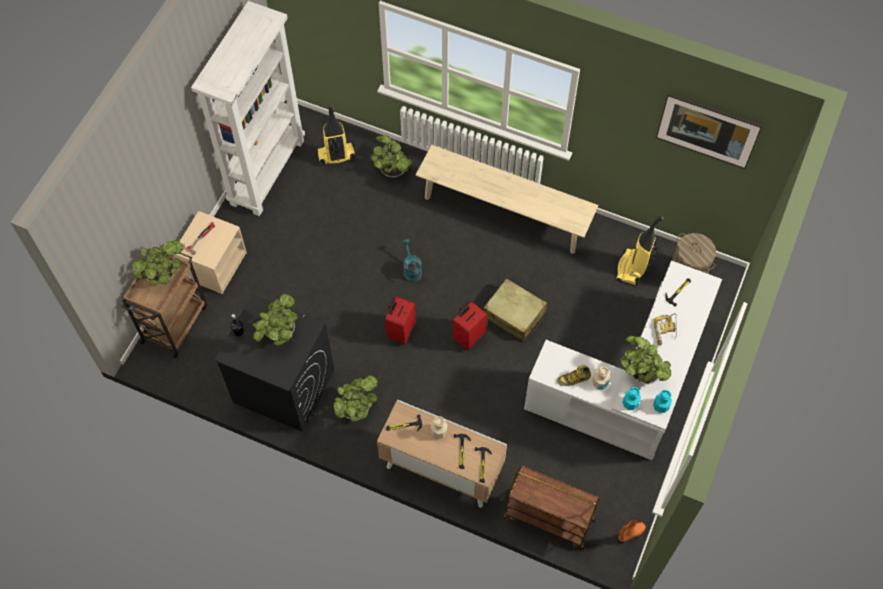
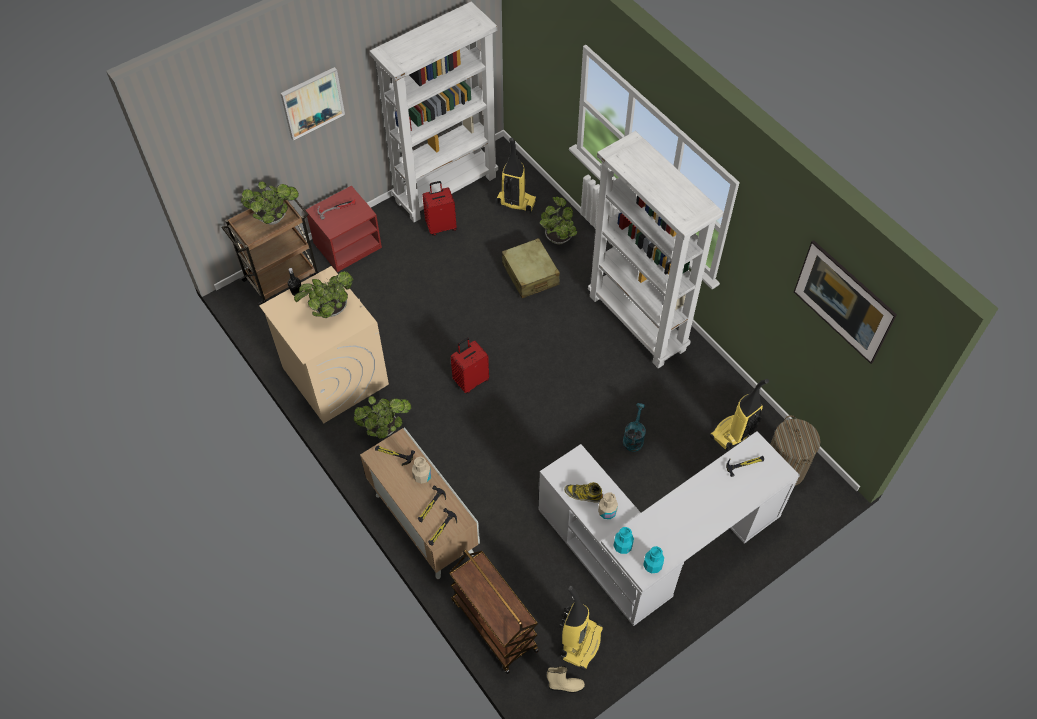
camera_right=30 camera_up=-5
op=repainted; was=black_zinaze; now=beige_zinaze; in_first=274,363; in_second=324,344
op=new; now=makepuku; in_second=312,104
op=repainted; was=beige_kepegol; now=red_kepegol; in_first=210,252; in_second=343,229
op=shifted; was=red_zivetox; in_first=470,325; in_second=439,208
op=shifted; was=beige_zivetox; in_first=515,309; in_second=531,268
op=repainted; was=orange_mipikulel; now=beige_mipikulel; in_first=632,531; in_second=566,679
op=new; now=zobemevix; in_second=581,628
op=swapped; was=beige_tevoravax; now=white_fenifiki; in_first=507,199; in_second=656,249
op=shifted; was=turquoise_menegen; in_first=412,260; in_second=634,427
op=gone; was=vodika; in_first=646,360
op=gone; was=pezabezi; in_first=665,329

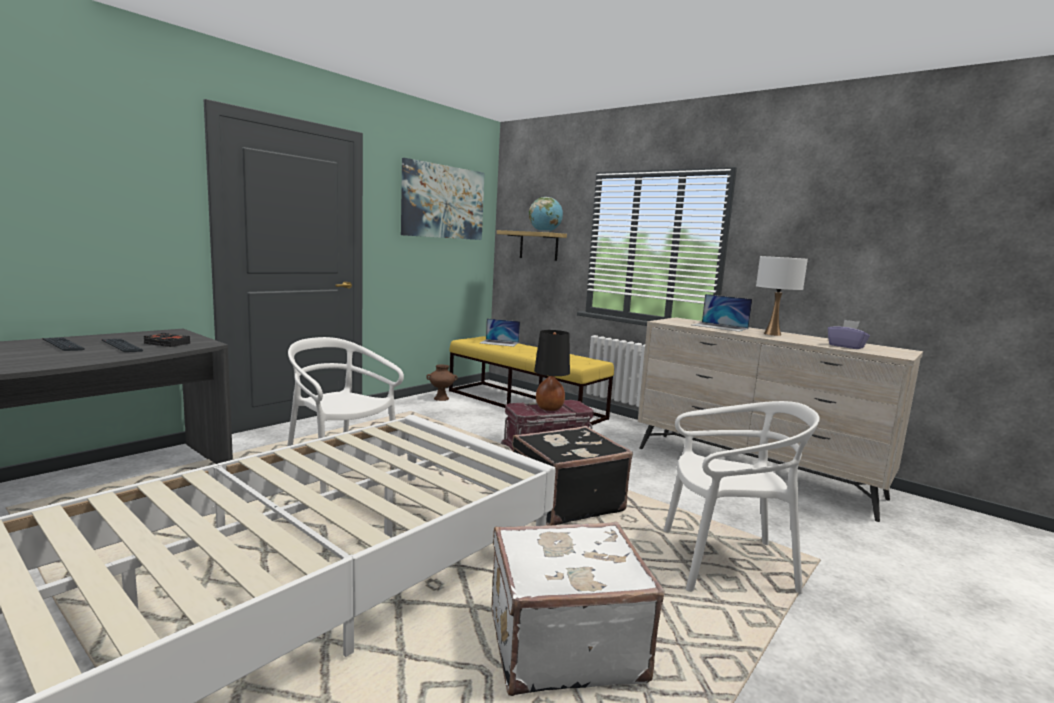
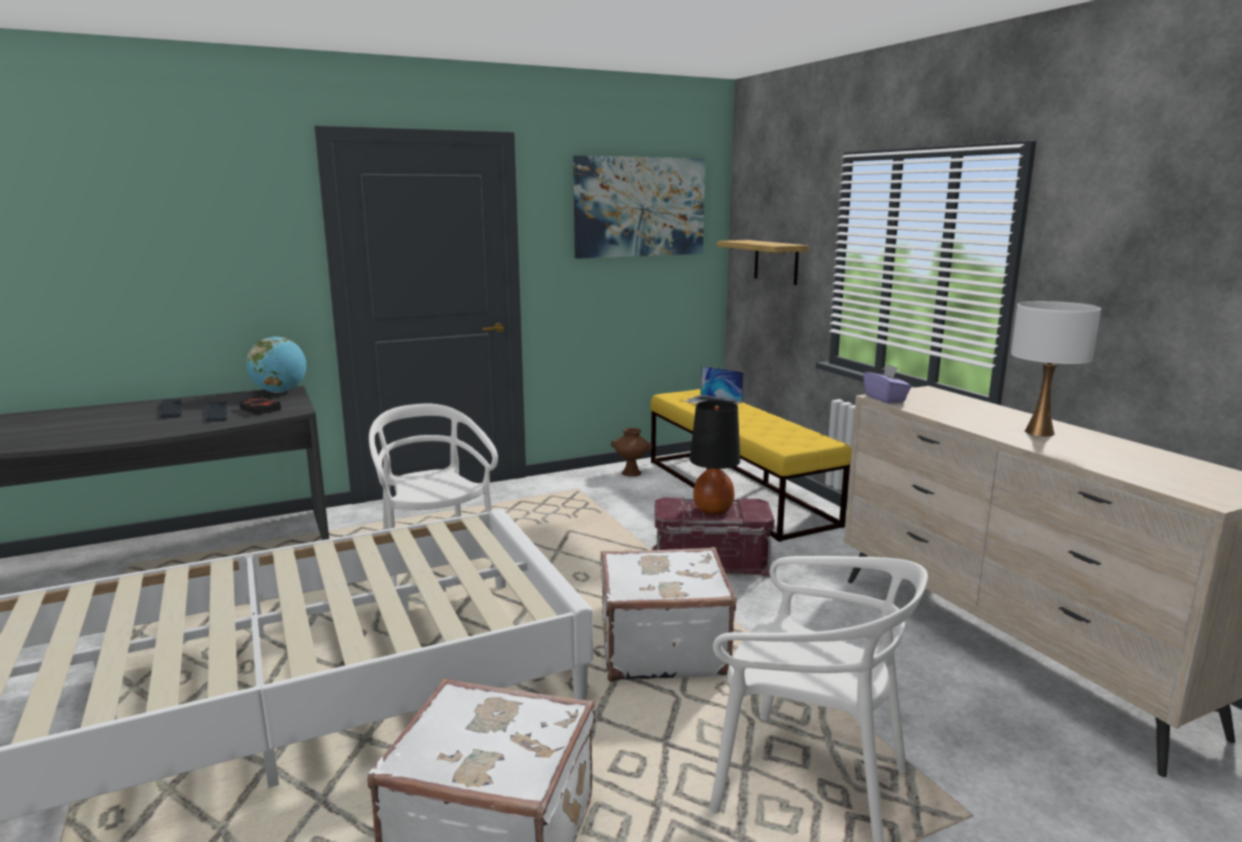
camera_right=25 camera_up=5
op=shifted; was=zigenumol; in_first=546,214; in_second=276,364
op=repainted; was=black_zivetox; now=white_zivetox; in_first=572,475; in_second=669,614
op=shifted; was=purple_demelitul; in_first=849,334; in_second=887,383
op=gone; was=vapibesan; in_first=722,313

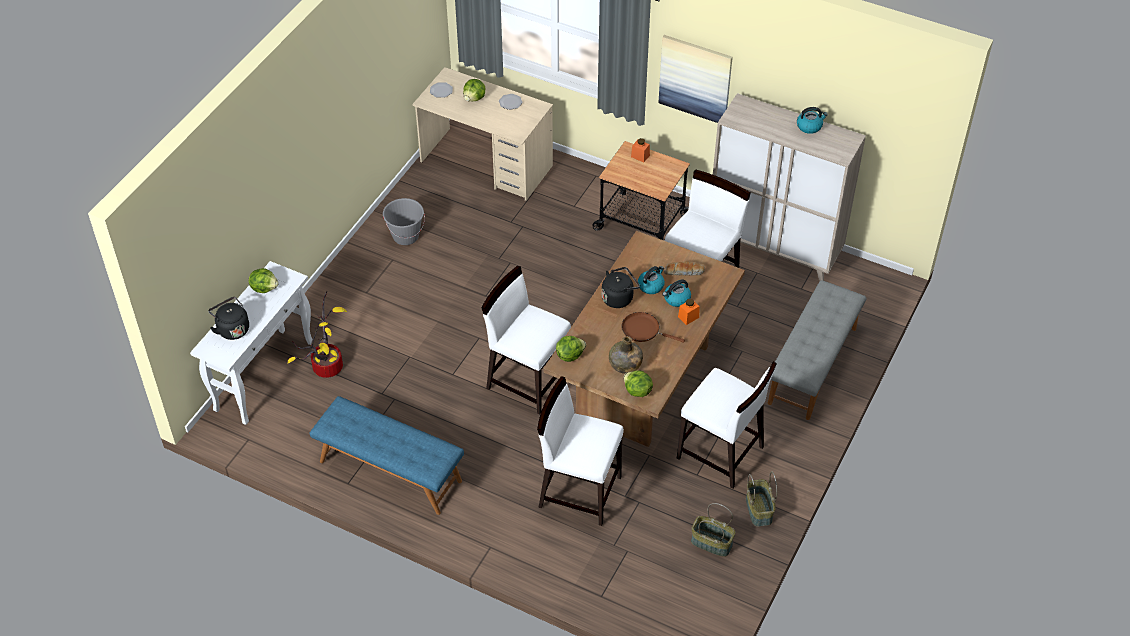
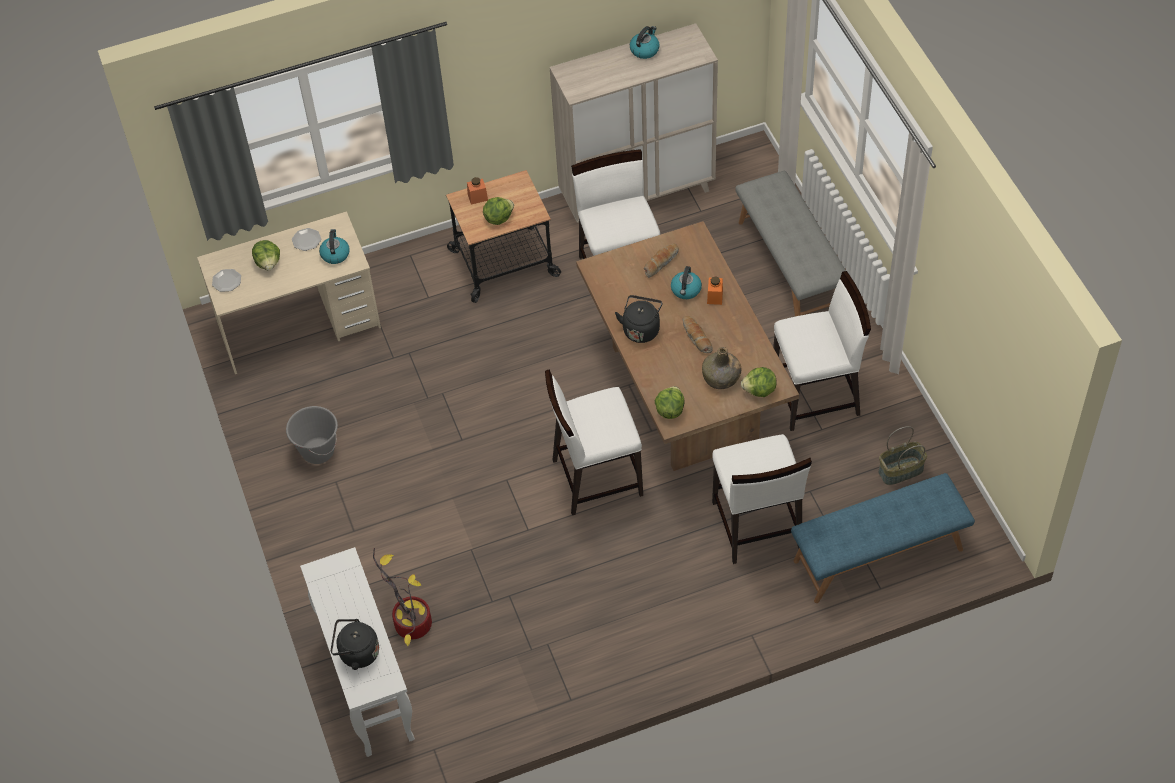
camera_right=-45 camera_up=5
op=shifted; was=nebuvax; in_first=651,280; in_second=334,246
op=shifted; was=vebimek; in_first=263,280; in_second=498,211
op=swapped; was=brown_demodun; now=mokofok; in_first=653,327; in_second=697,334
op=rotated; was=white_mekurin; in_first=580,451; in_second=762,499; clockwise=-75
op=shifted; was=blue_tevoravax; in_first=387,455; in_second=883,538
op=gone; was=makepuku; in_first=696,79
op=gone; was=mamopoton; in_first=761,499

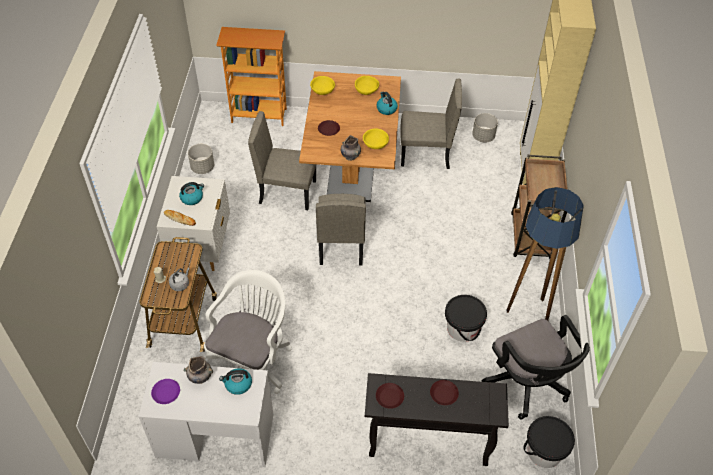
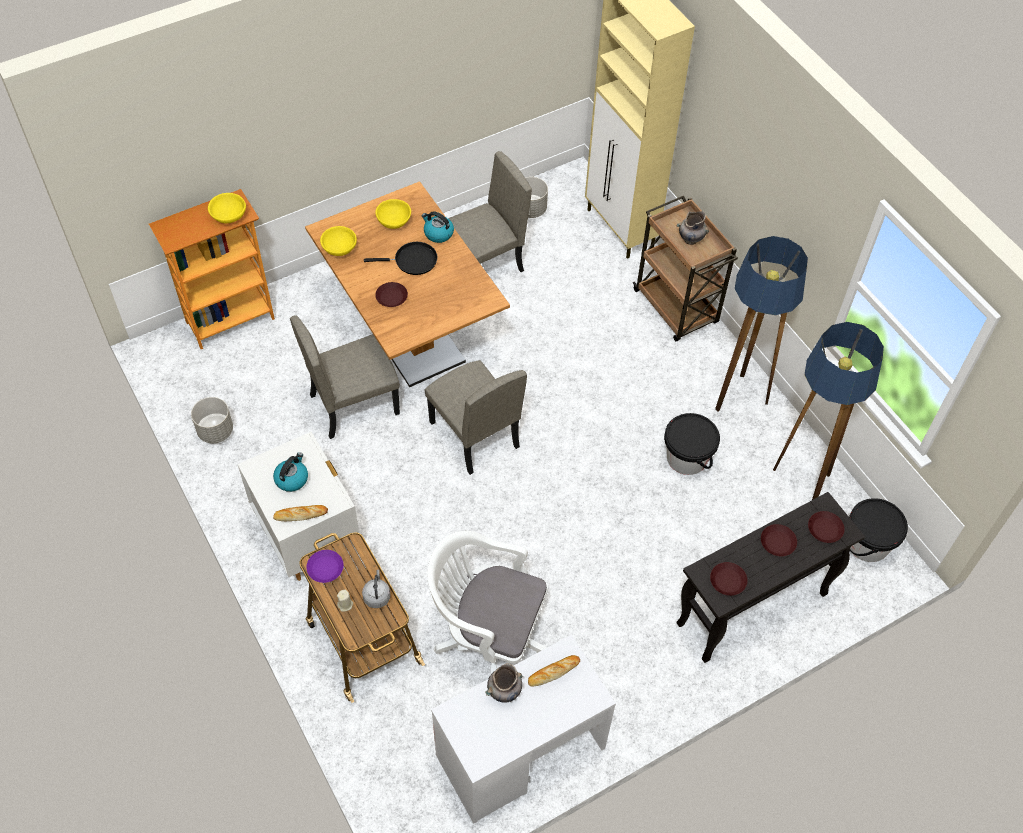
camera_right=-35 camera_up=5
op=shifted; was=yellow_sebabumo; in_first=376,138; in_second=227,208
op=shifted; was=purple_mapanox; in_first=165,391; in_second=325,566
op=new; now=black_demodun; in_second=400,258
op=rotated; was=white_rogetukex; in_first=248,332; in_second=488,602; clockwise=-60
op=swapped; was=nebuvax; now=mokofok; in_first=235,381; in_second=554,670
op=shifted; was=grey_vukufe; in_first=351,148; in_second=692,228
op=swapped; was=black_rogetukex; now=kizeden; in_first=535,367; in_second=828,411
op=new; now=brown_mapanox; in_second=826,527

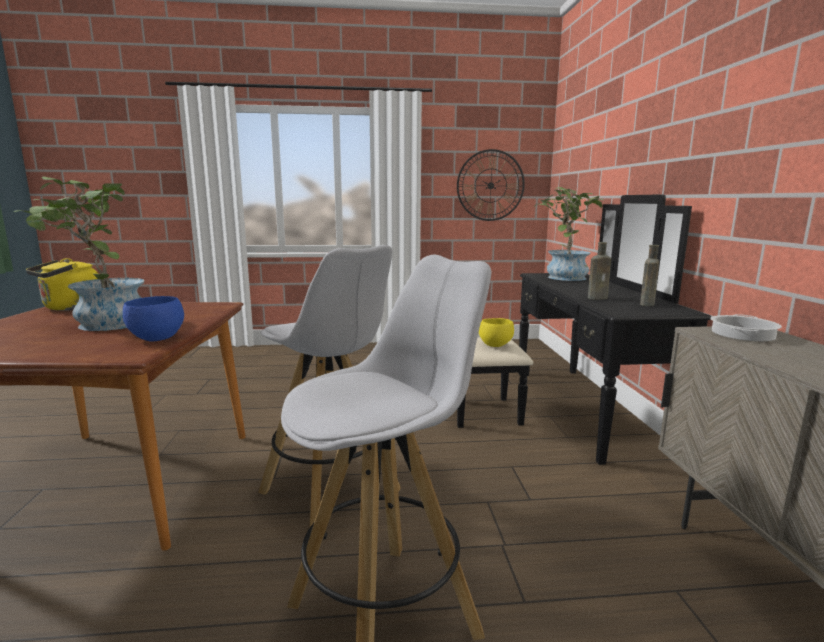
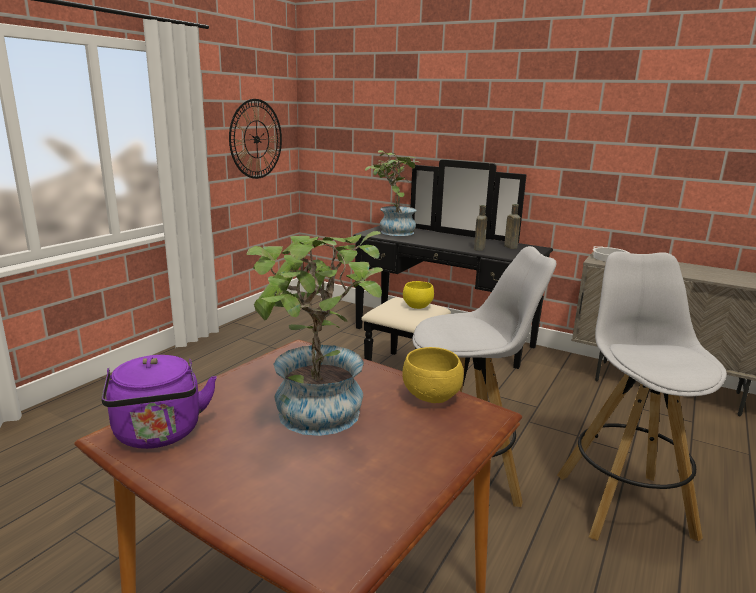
camera_right=-55 camera_up=5
op=repainted; was=yellow_nebuvax; now=purple_nebuvax; in_first=62,284; in_second=159,402
op=repainted; was=blue_sebabumo; now=yellow_sebabumo; in_first=153,319; in_second=433,375

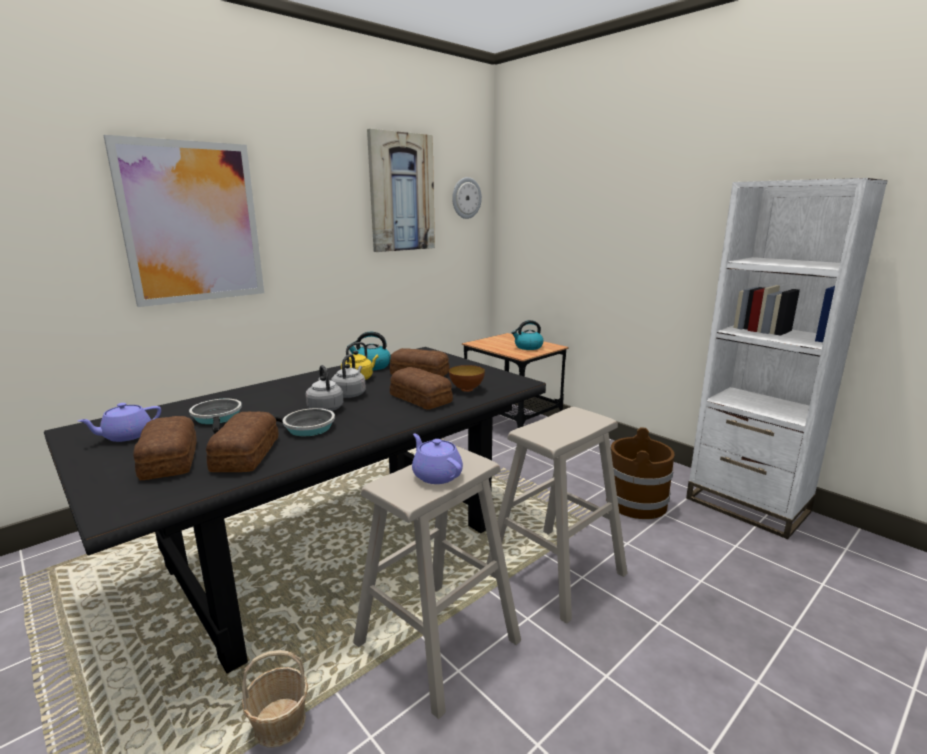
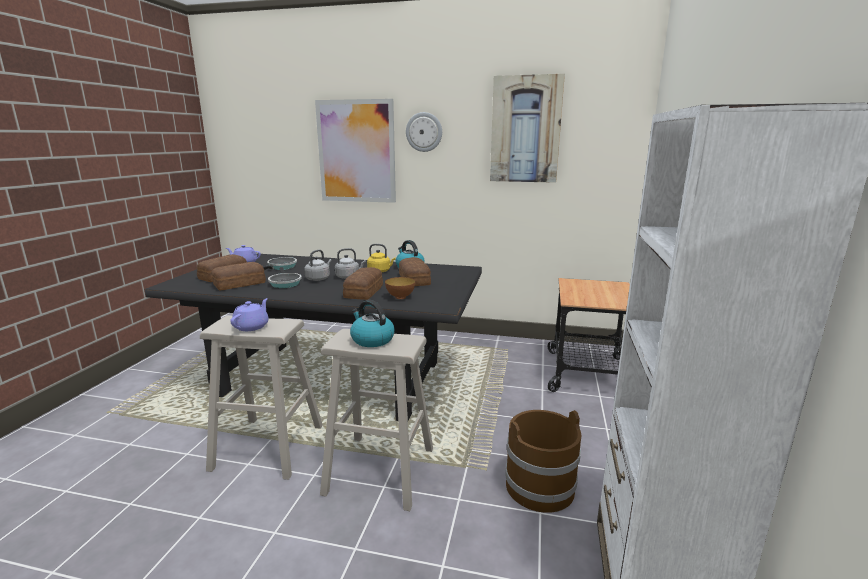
camera_right=55 camera_up=0
op=shifted; was=nebuvax; in_first=527,335; in_second=372,323
op=shifted; was=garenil; in_first=467,198; in_second=424,132
op=gone; was=mamopoton; in_first=275,699

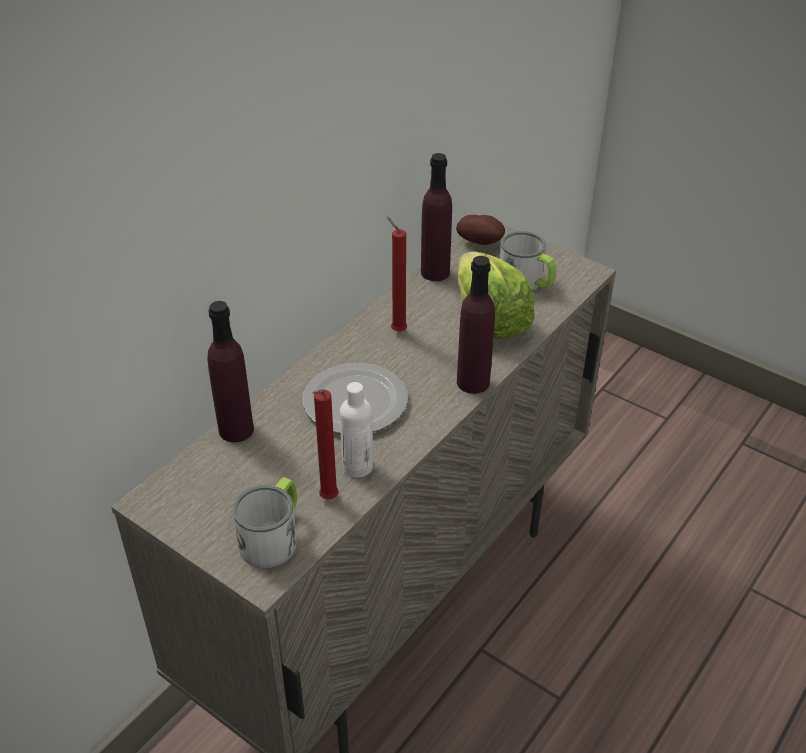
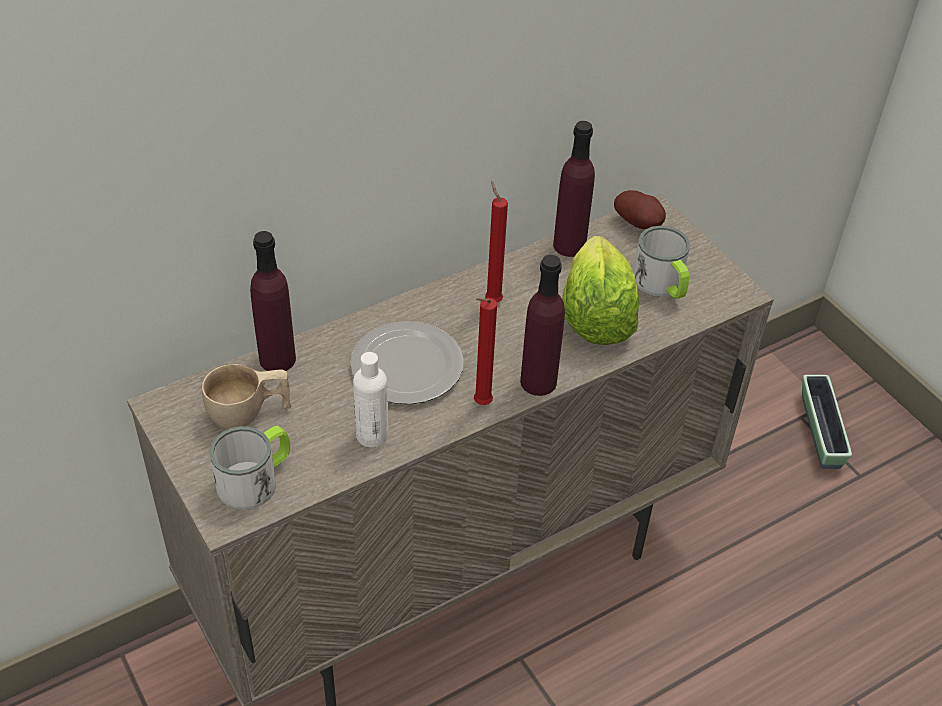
camera_right=20 camera_up=5
op=new; now=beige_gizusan; in_second=247,397
op=shifted; was=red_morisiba; in_first=325,444; in_second=485,351
op=new; now=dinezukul; in_second=827,422

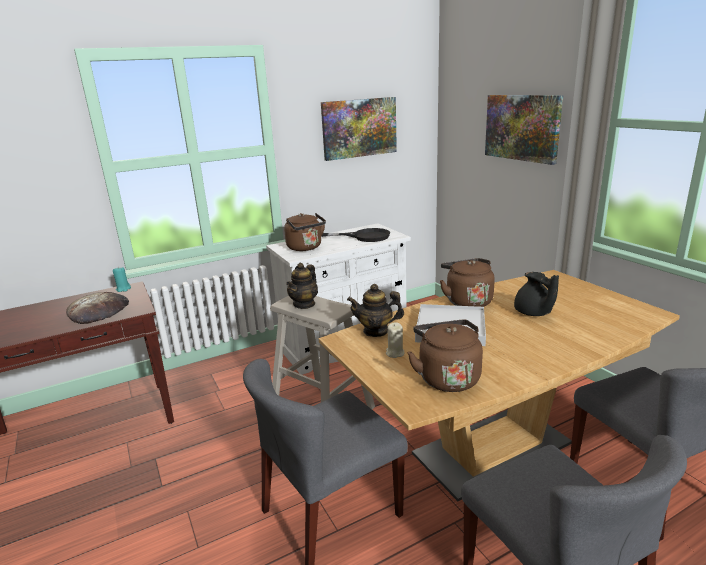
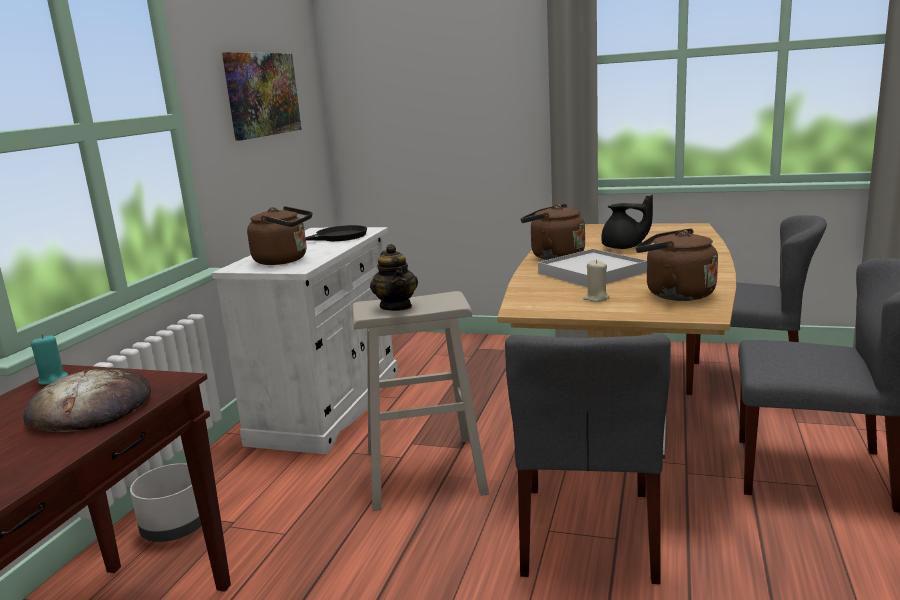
camera_right=-45 camera_up=-5
op=new; now=grey_dinezukul; in_second=165,502
op=gone; was=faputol; in_first=375,310
op=gone; was=makepuku; in_first=524,130

